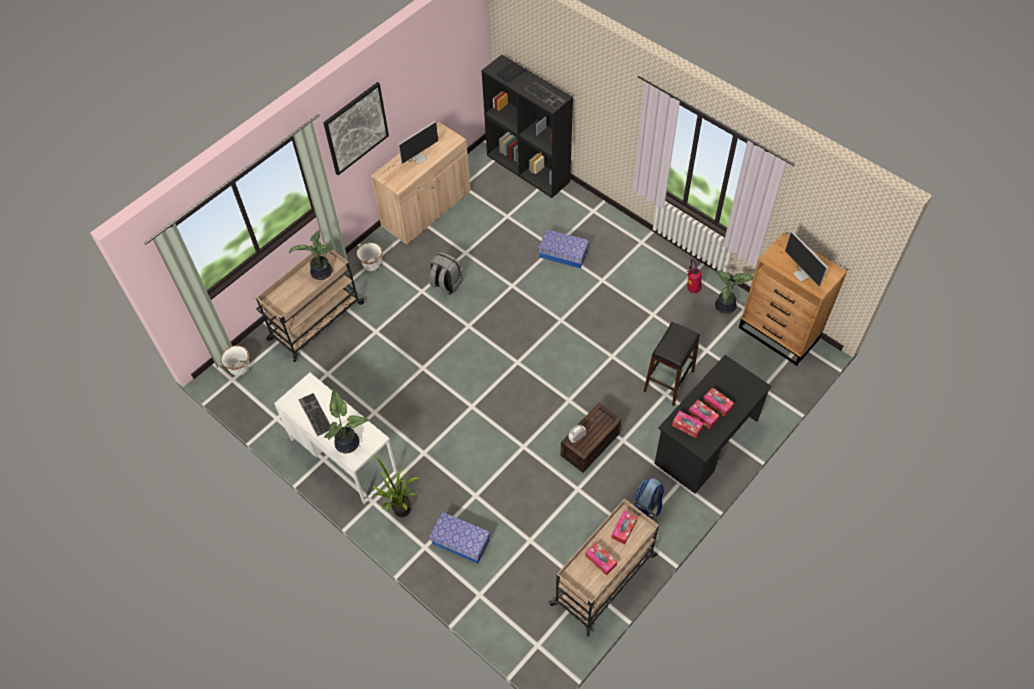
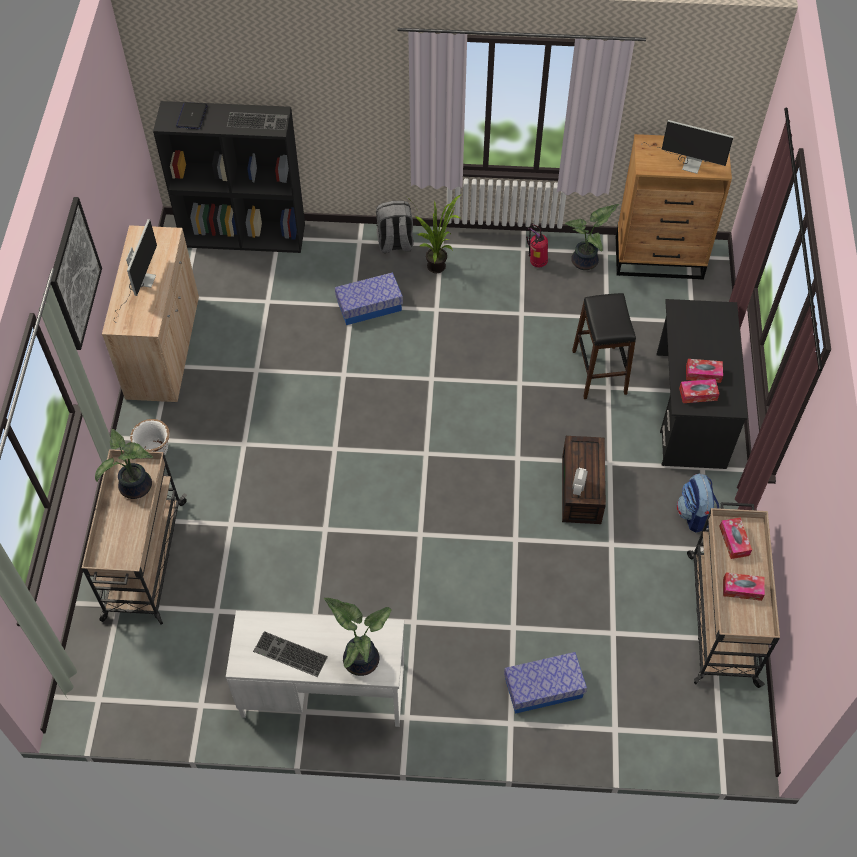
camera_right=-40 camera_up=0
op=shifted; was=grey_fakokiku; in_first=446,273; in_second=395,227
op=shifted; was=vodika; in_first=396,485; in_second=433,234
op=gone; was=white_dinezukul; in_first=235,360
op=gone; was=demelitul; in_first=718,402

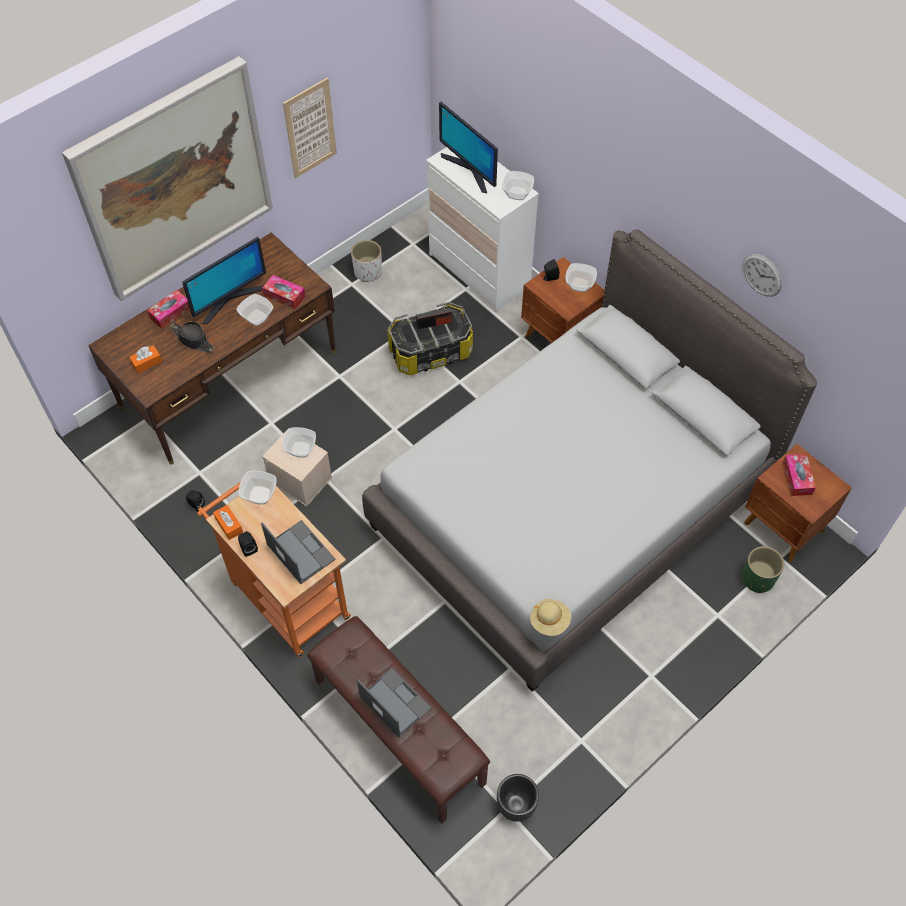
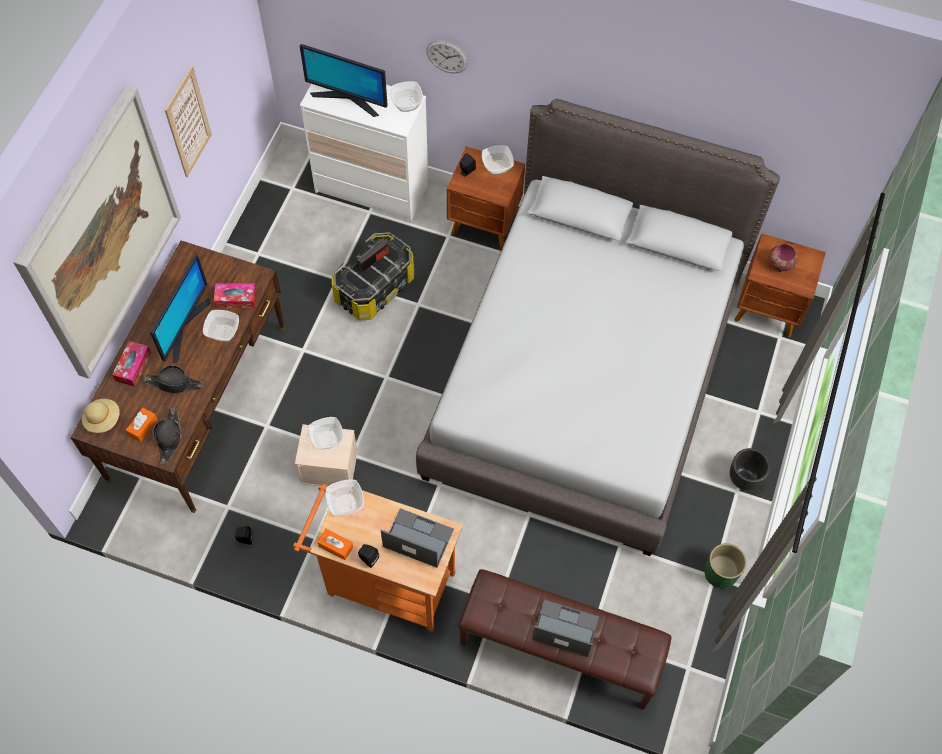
camera_right=-30 camera_up=5
op=shifted; was=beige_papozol; in_first=550,617; in_second=101,416
op=new; now=black_papozol; in_second=167,436
op=shifted; was=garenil; in_first=762,275; in_second=447,56
op=shifted; was=green_dinezukul; in_first=763,569; in_second=725,566
op=shifted; was=black_dinezukul; in_first=518,798; in_second=750,469
op=swapped; was=demelitul; now=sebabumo; in_first=799,475; in_second=783,258
op=gone; was=white_dinezukul; in_first=366,261

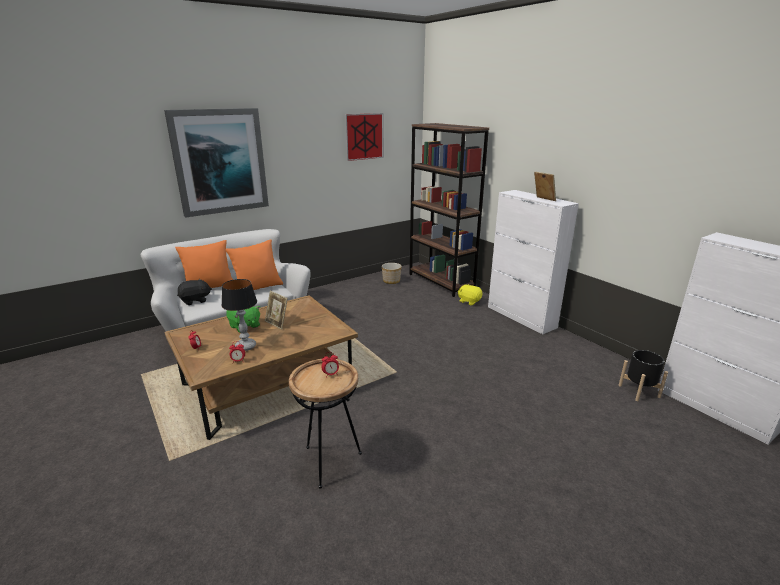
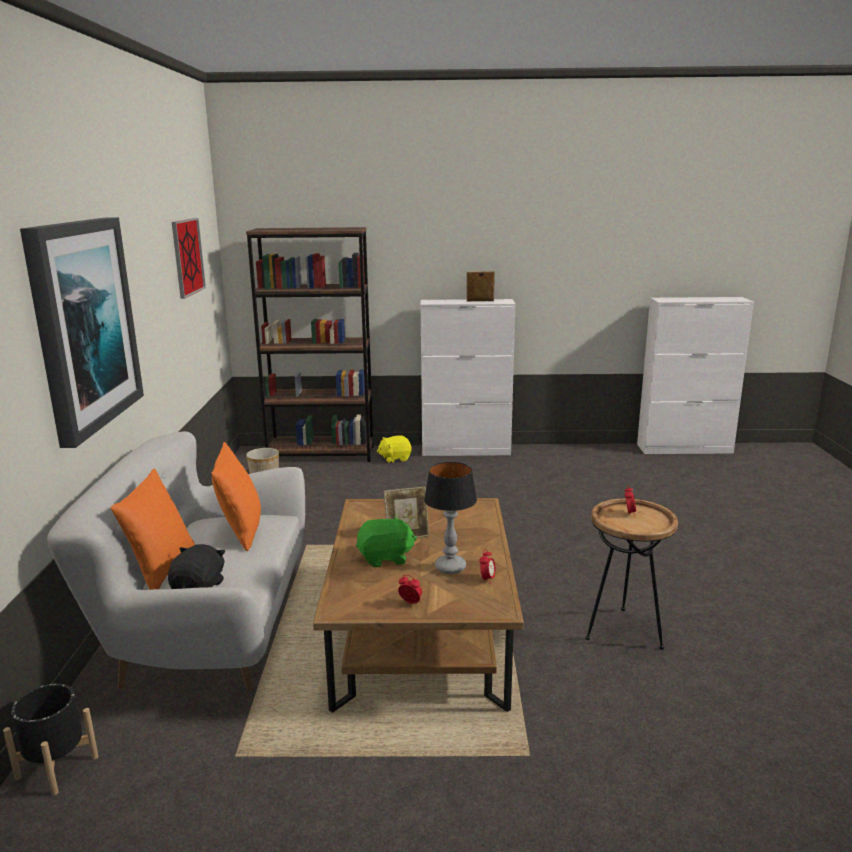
camera_right=-55 camera_up=-5
op=shifted; was=black_dinezukul; in_first=643,375; in_second=50,740

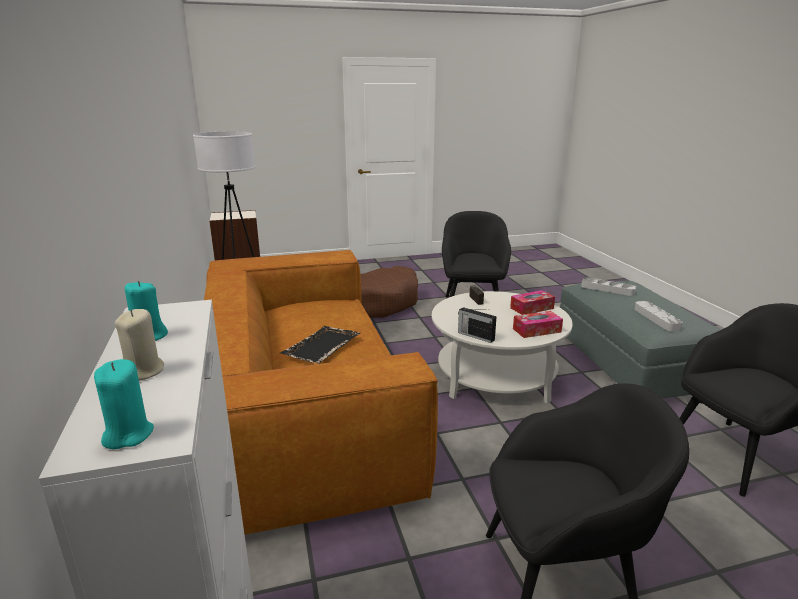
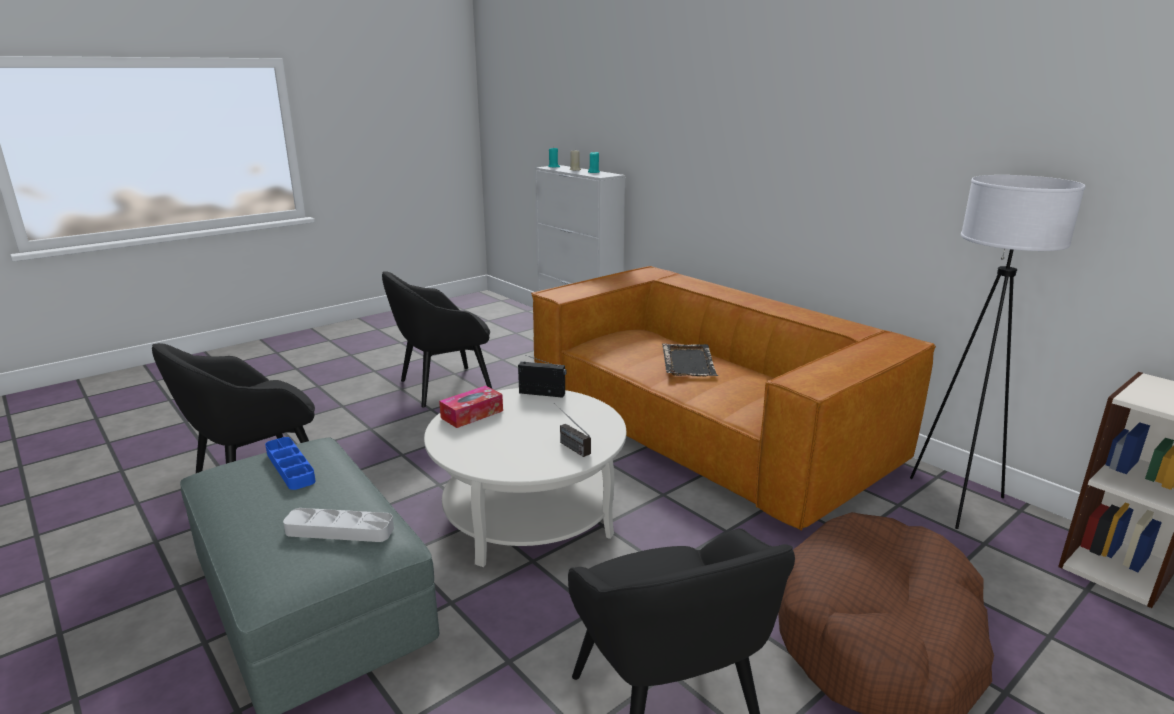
camera_right=155 camera_up=0
op=repainted; was=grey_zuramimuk; now=blue_zuramimuk; in_first=658,316; in_second=290,463
op=gone; was=demelitul; in_first=532,302

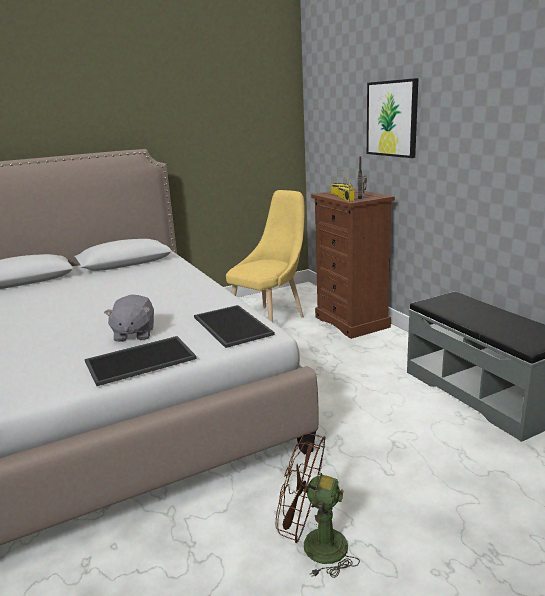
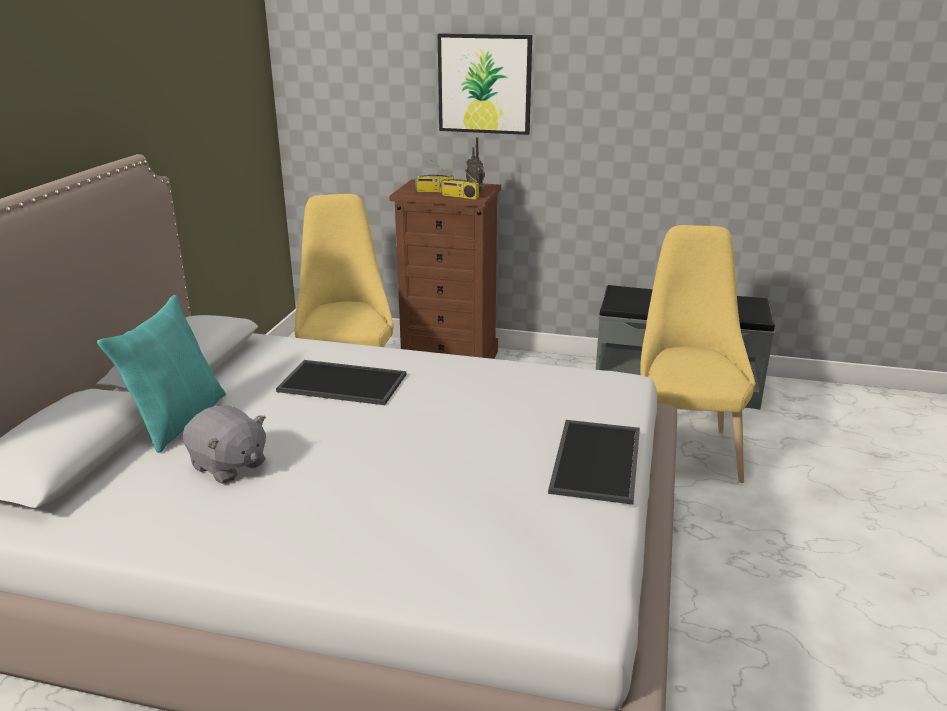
camera_right=-50 camera_up=5
op=new; now=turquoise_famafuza; in_second=161,374
op=shifted; was=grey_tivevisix; in_first=129,318; in_second=224,444
op=shifted; was=zuramimuk; in_first=234,326; in_second=341,382
op=new; now=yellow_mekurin; in_second=698,354
op=gone; was=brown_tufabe; in_first=318,505

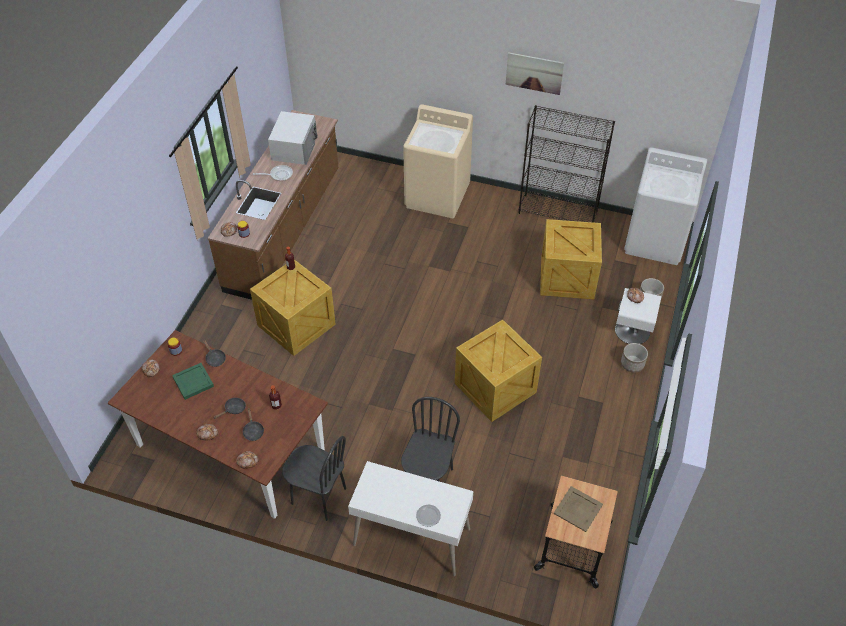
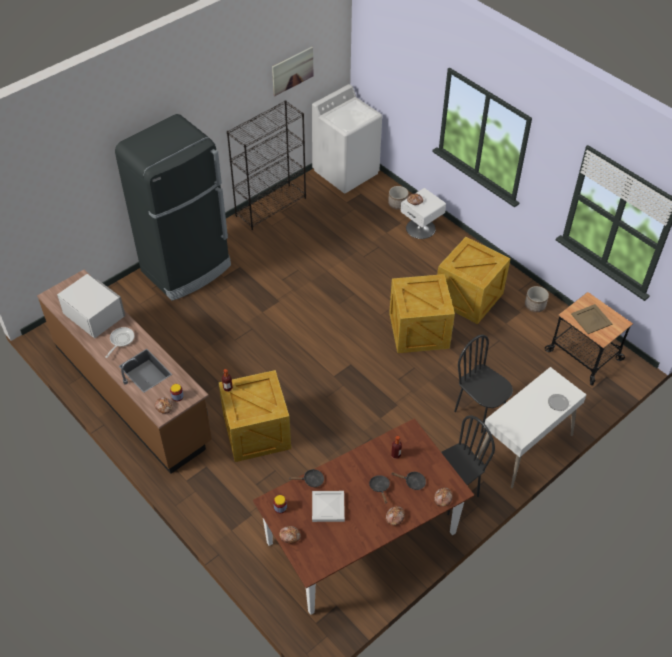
camera_right=-60 camera_up=0
op=swapped; was=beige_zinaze; now=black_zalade; in_first=438,161; in_second=173,207
op=shifted; was=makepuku; in_first=535,73; in_second=292,71
op=repainted; was=green_zuramimuk; now=white_zuramimuk; in_first=193,381; in_second=328,506
op=shifted; was=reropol; in_first=571,259; in_second=474,280
op=shifted; was=dinezukul; in_first=634,358; in_second=537,299

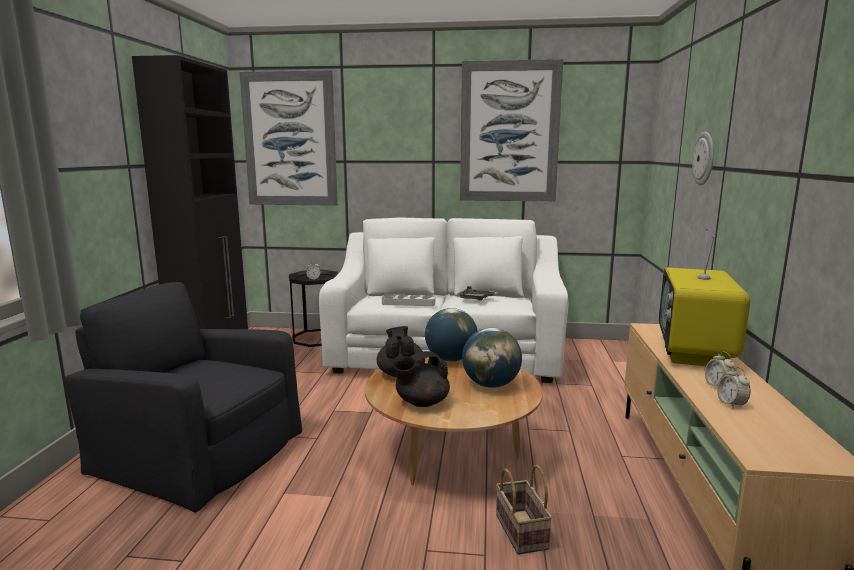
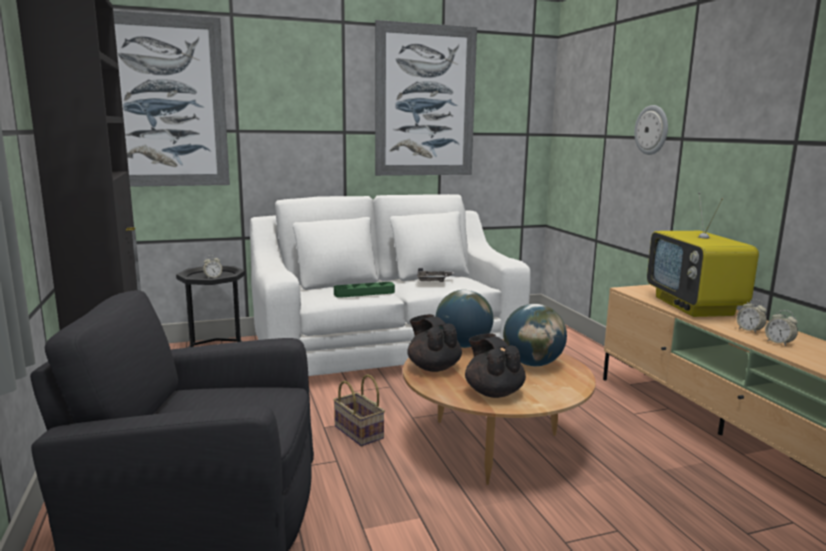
camera_right=-25 camera_up=0
op=shifted; was=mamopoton; in_first=524,510; in_second=359,410
op=repainted; was=grey_zuramimuk; now=green_zuramimuk; in_first=408,300; in_second=364,290
op=rotated; was=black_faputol; in_first=421,379; in_second=495,366; clockwise=120

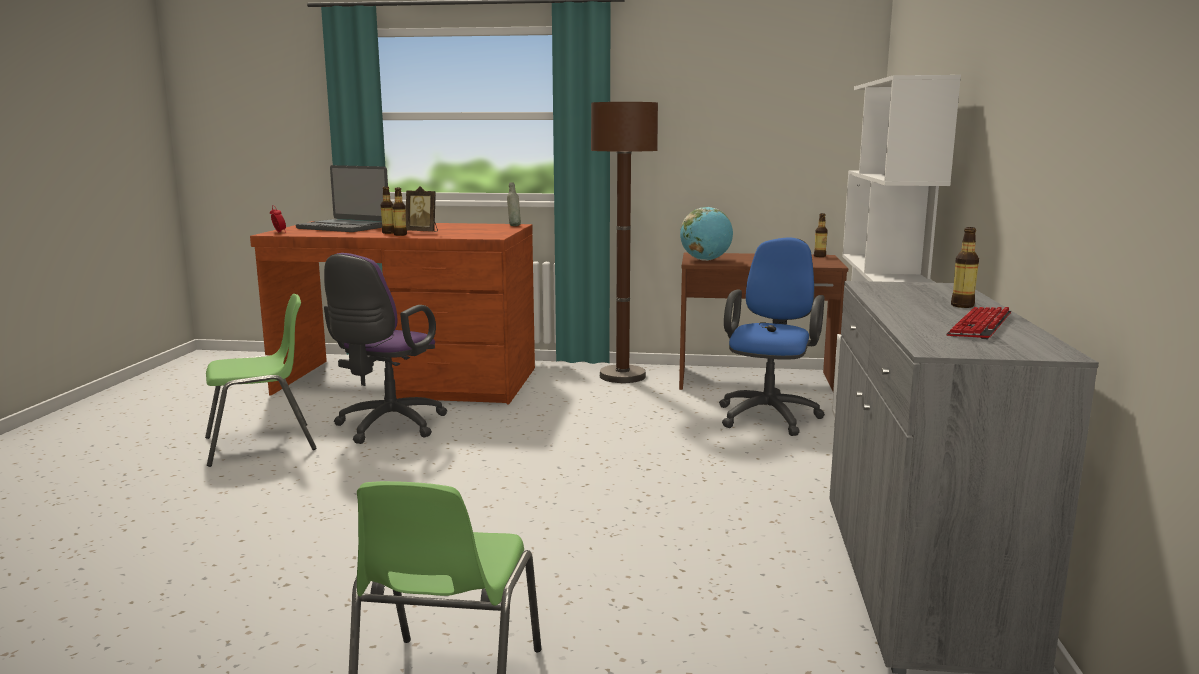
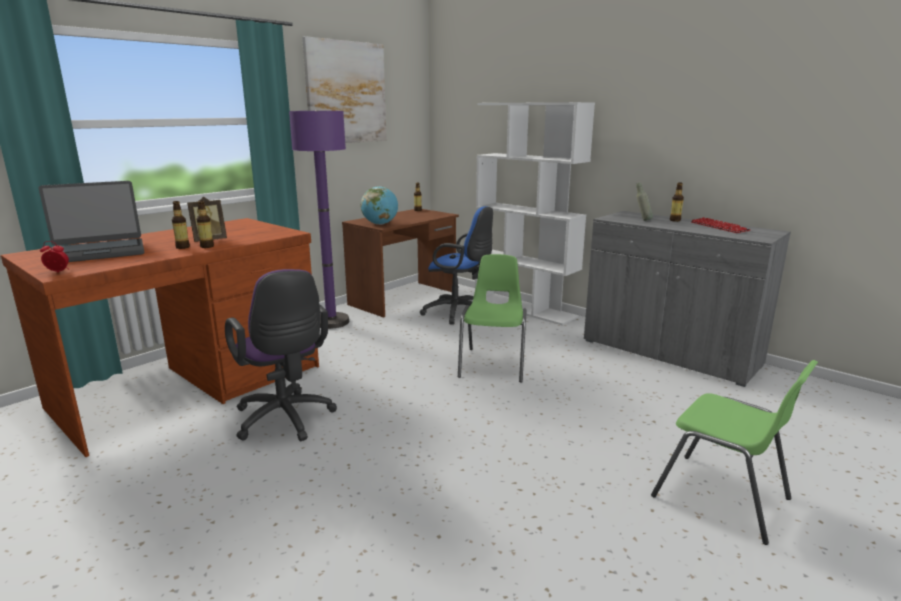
camera_right=-55 camera_up=5
op=repainted; was=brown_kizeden; now=purple_kizeden; in_first=624,242; in_second=319,219
op=new; now=makepuku; in_second=344,89
op=rotated; was=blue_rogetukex; in_first=772,337; in_second=456,265; clockwise=150
op=shifted; was=green_mekurin; in_first=261,380; in_second=492,318
op=shifted; was=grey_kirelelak; in_first=514,204; in_second=644,201

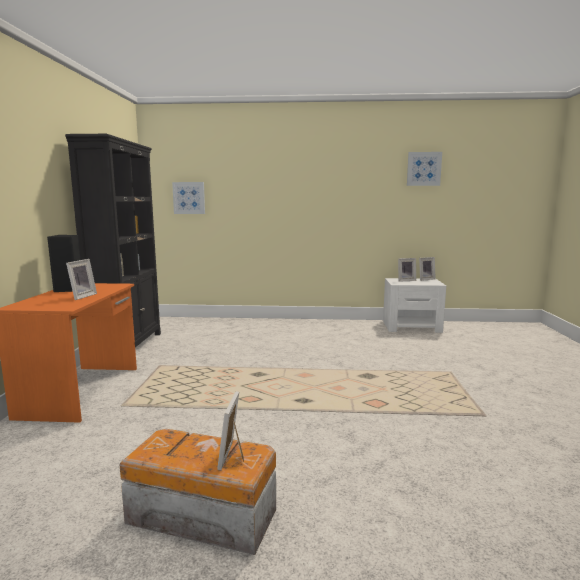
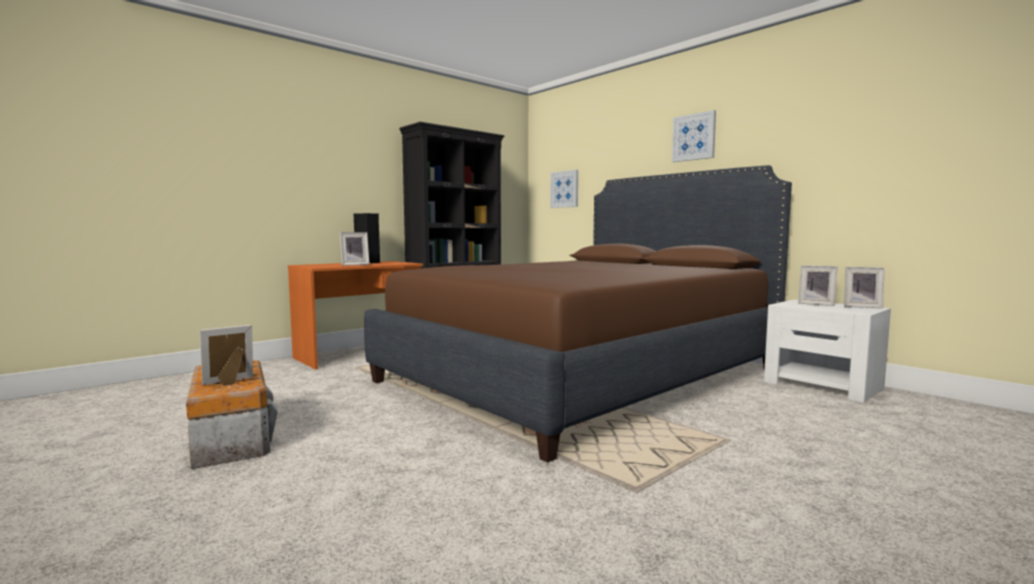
camera_right=45 camera_up=-5
op=new; now=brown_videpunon; in_second=578,314
op=shifted; was=makepuku; in_first=424,169; in_second=694,136

